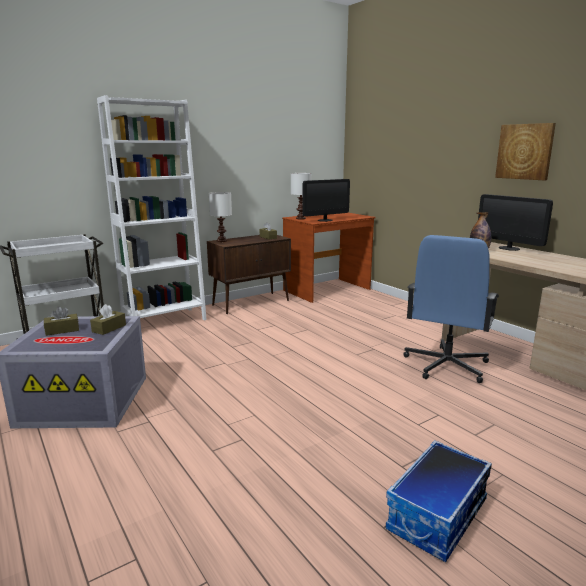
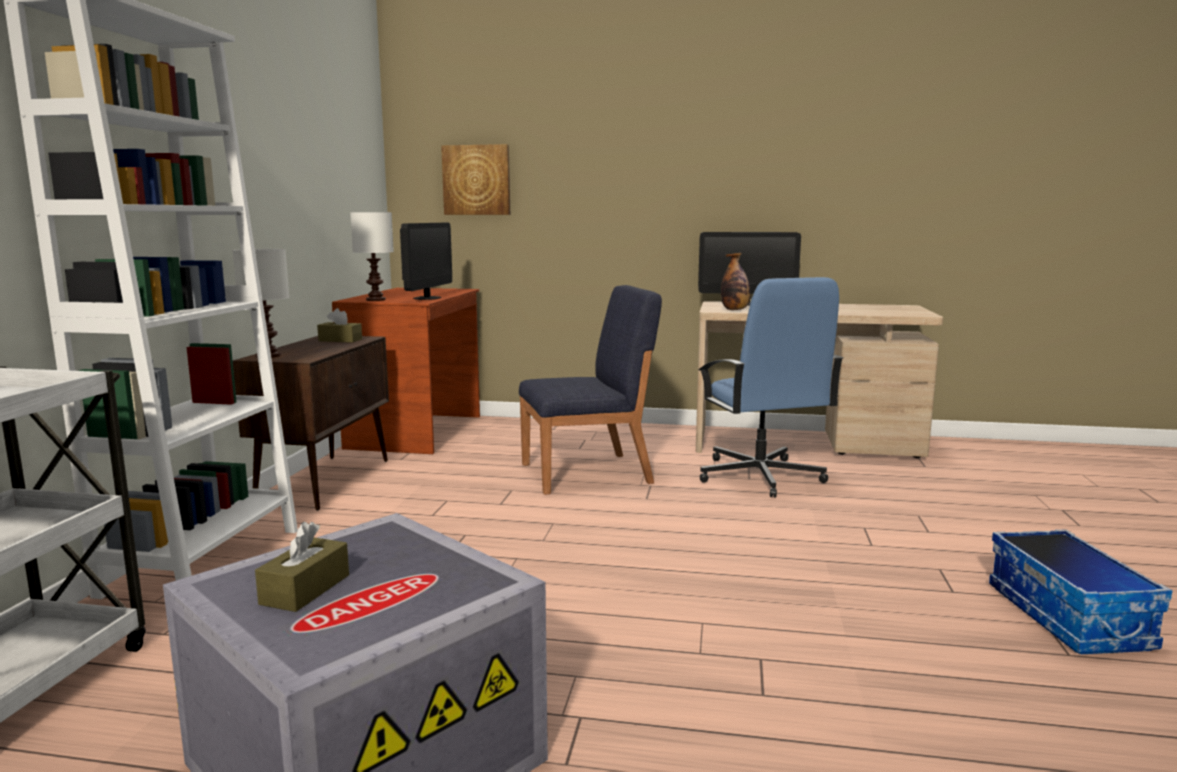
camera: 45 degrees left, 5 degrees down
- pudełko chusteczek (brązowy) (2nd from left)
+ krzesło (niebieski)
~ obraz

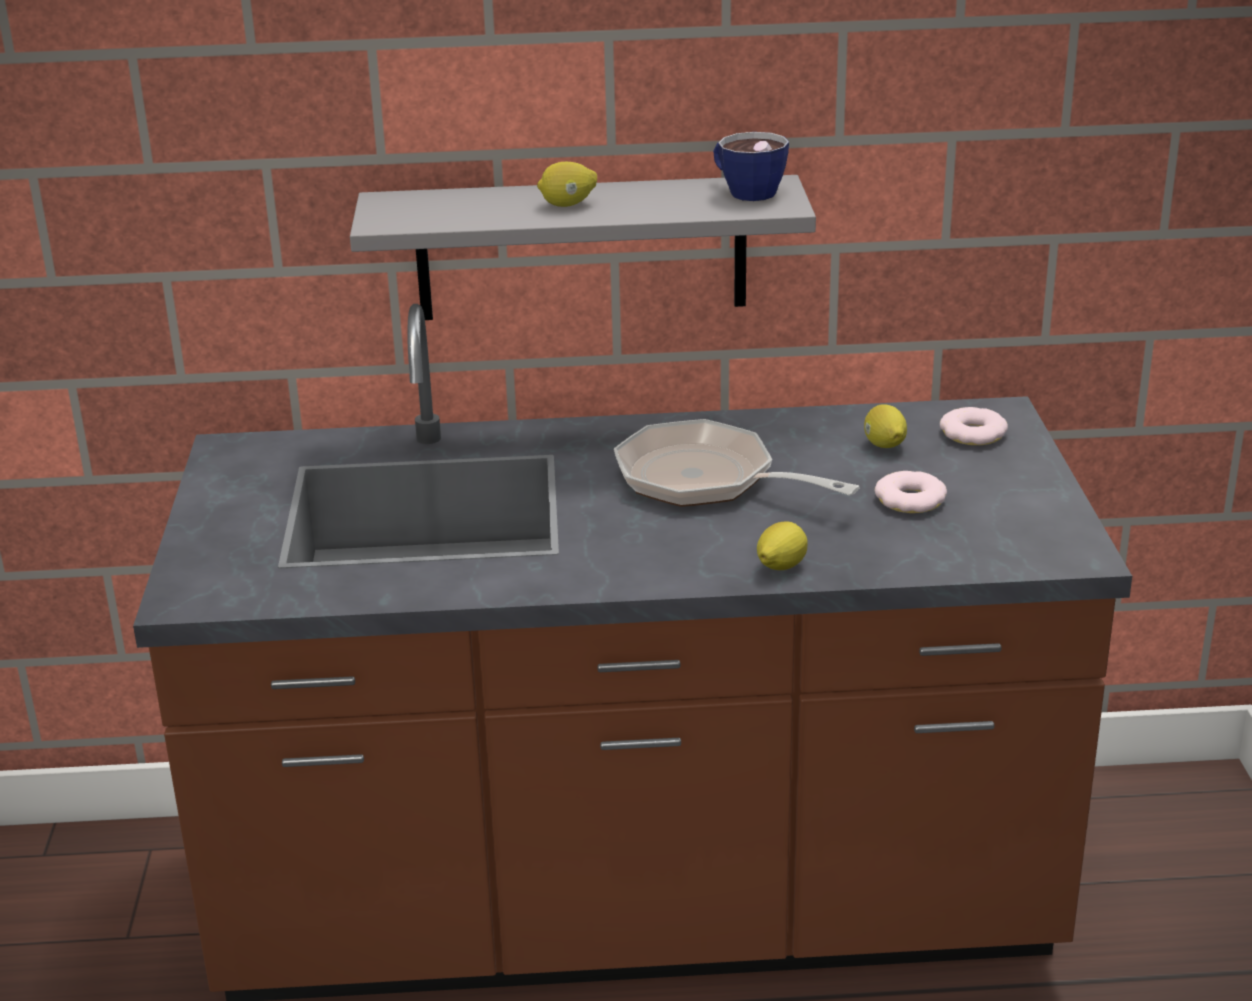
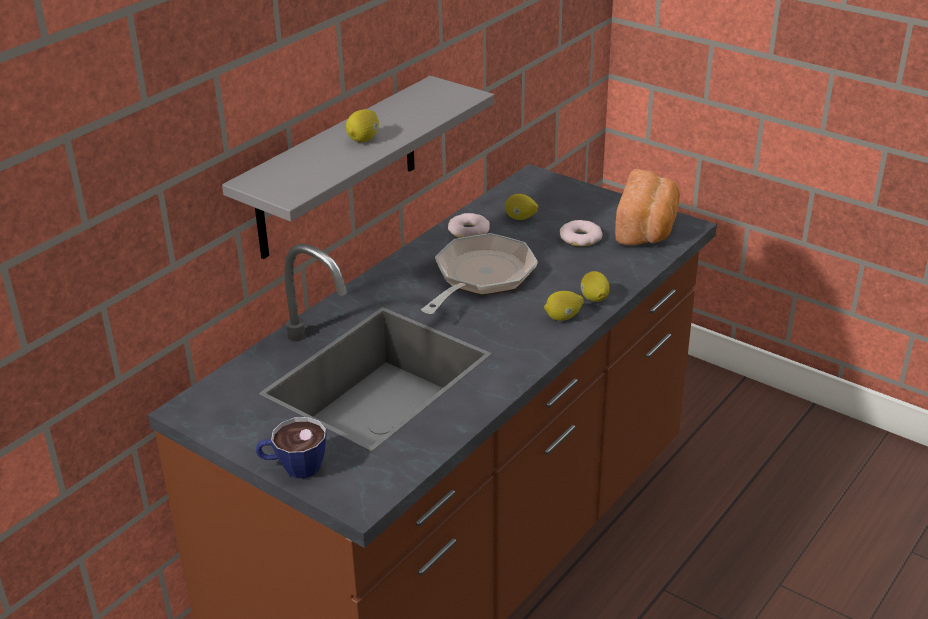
camera: 50 degrees left, 5 degrees up
+ cytryna (3rd from left)
+ chleb
~ filiżanka
~ donut (2nd from left in the first image) to donut (1st from left)
~ patelnia 135 degrees clockwise

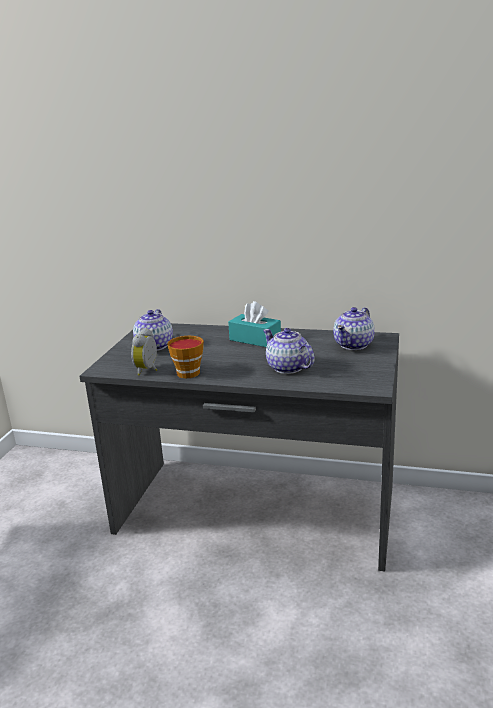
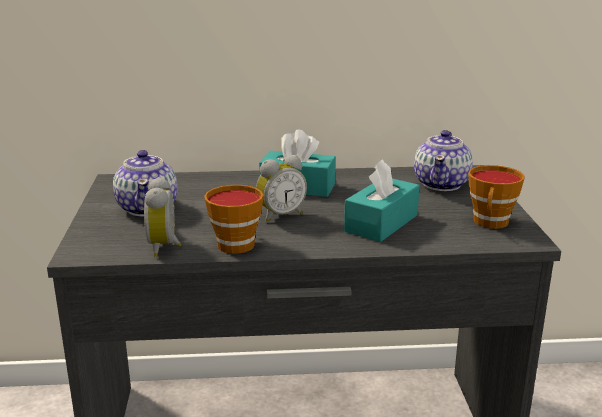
camera: 20 degrees left, 0 degrees up
+ budzik (2nd from left)
+ filiżanka (2nd from left)
~ imbryk (2nd from left) to pudełko chusteczek (turkusowy) (2nd from left)

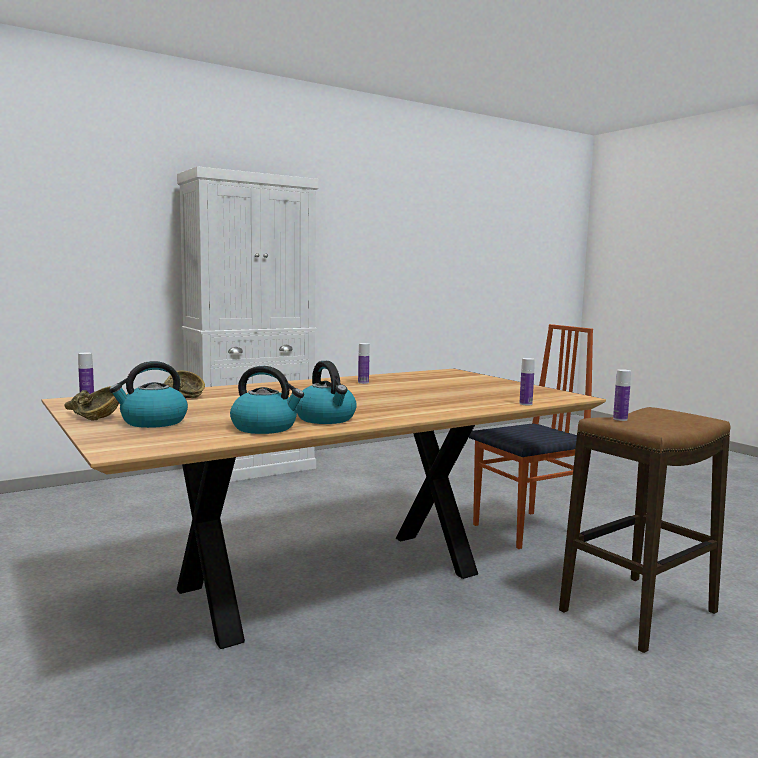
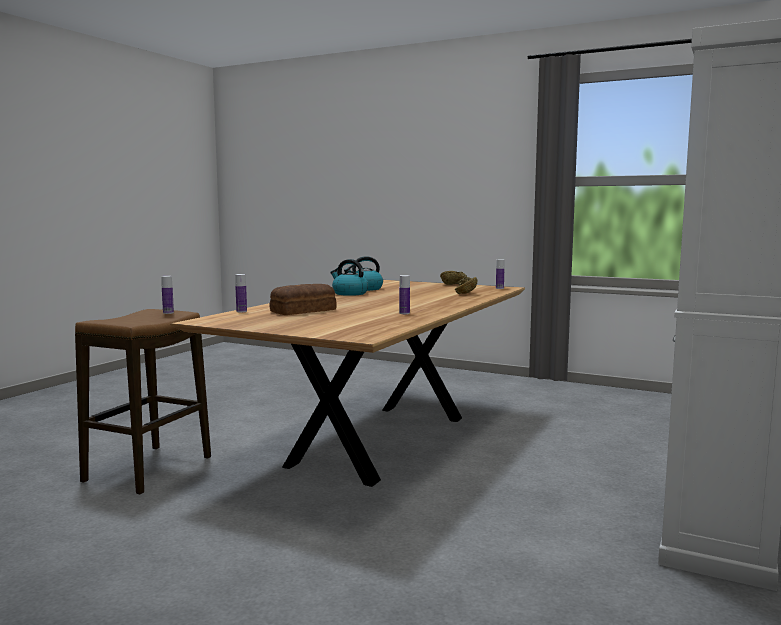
camera: 150 degrees right, 0 degrees up
- czajnik (1st from left)
- krzesło
+ chleb

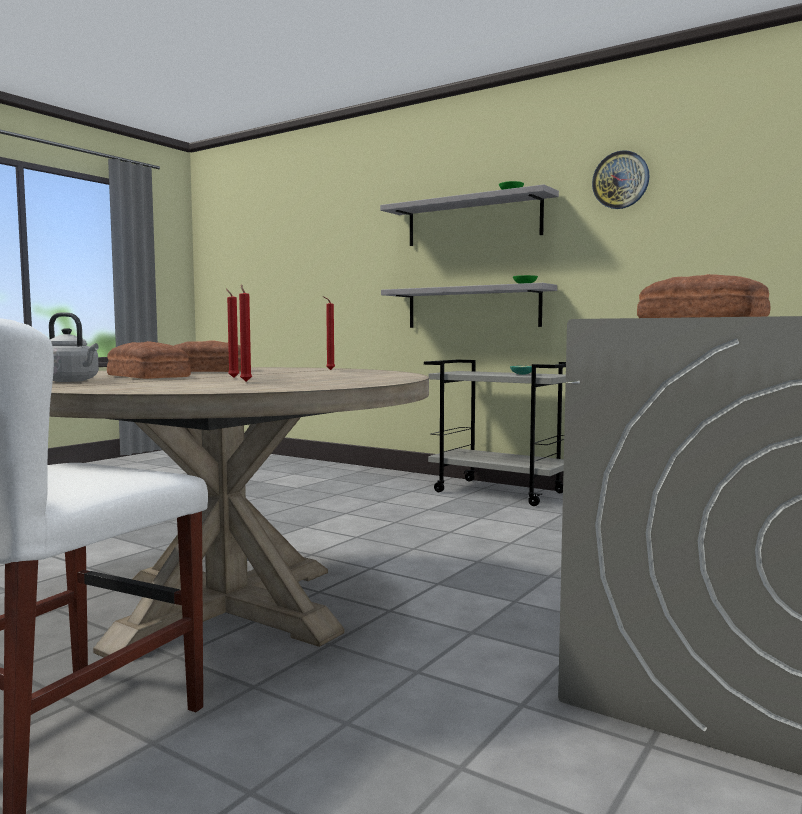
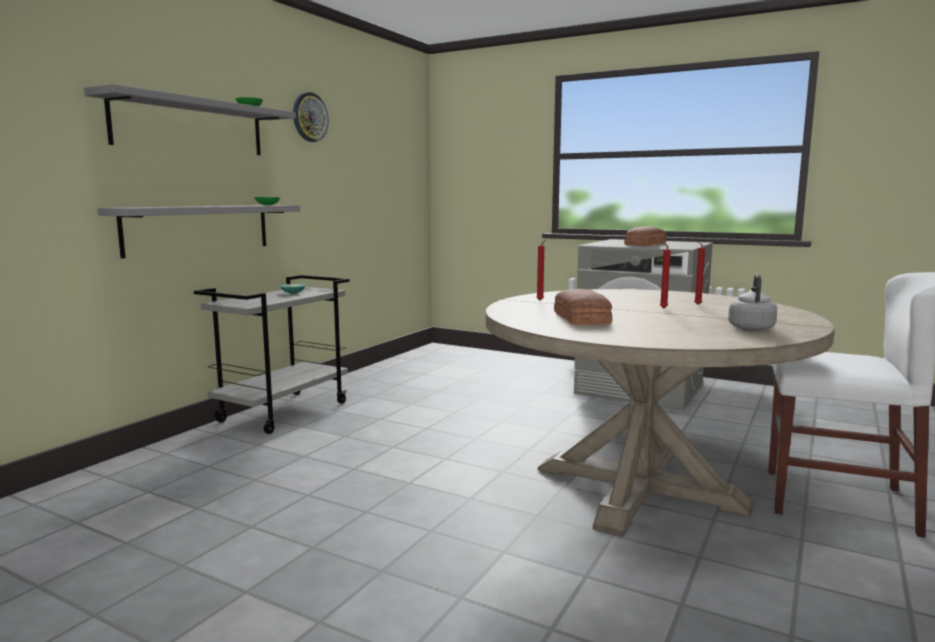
camera: 95 degrees left, 5 degrees up
- chleb (1st from left)

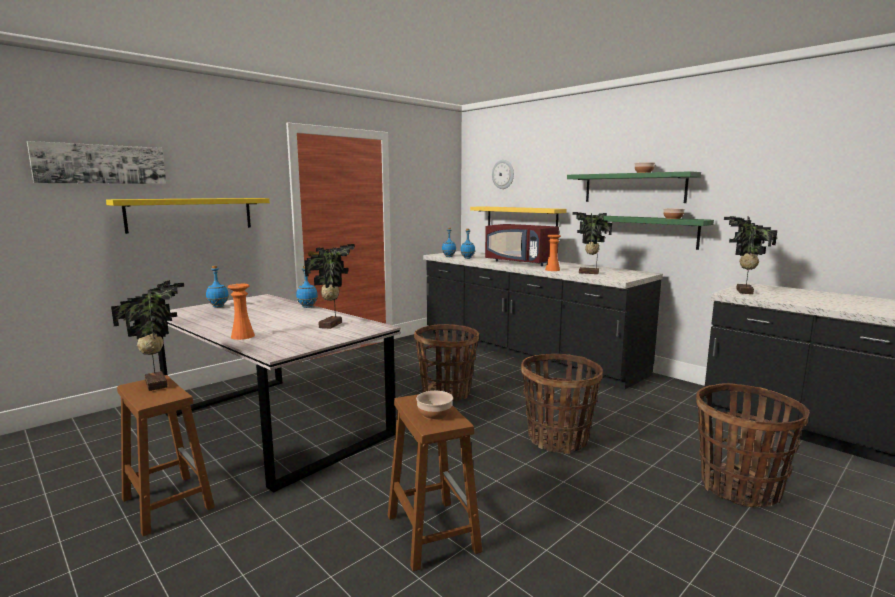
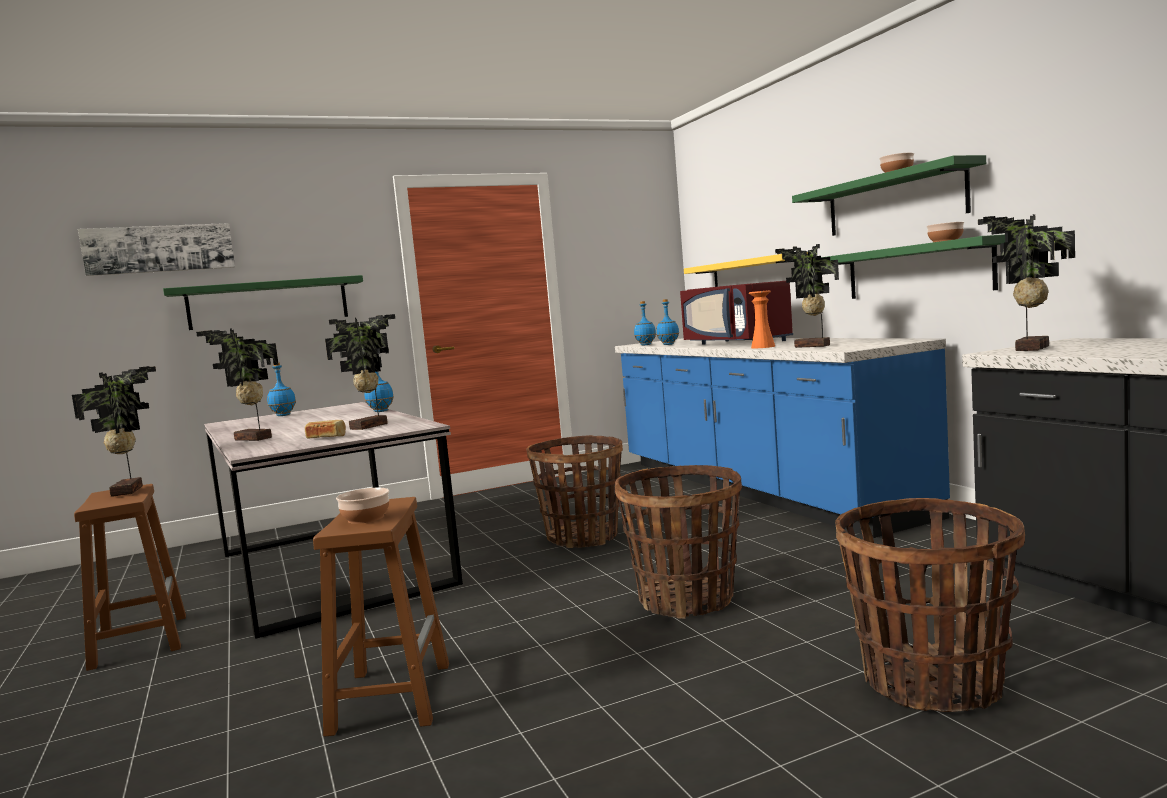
camera: 20 degrees right, 5 degrees down
- zegar ścienny
+ chleb
~ wazon (pomarańczowy) (1st from left) to roślina doniczkowa (2nd from left)
~ półka (żółty) (1st from left) to półka (zielony) (1st from left)
~ zabudowa kuchenna (czarny) (1st from left) to zabudowa kuchenna (niebieski)

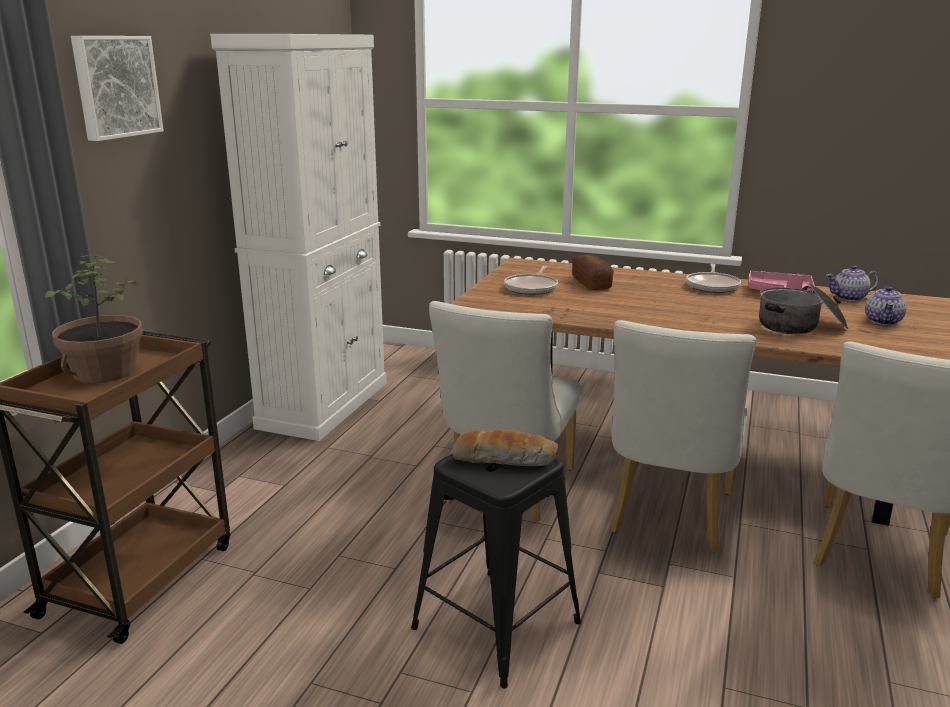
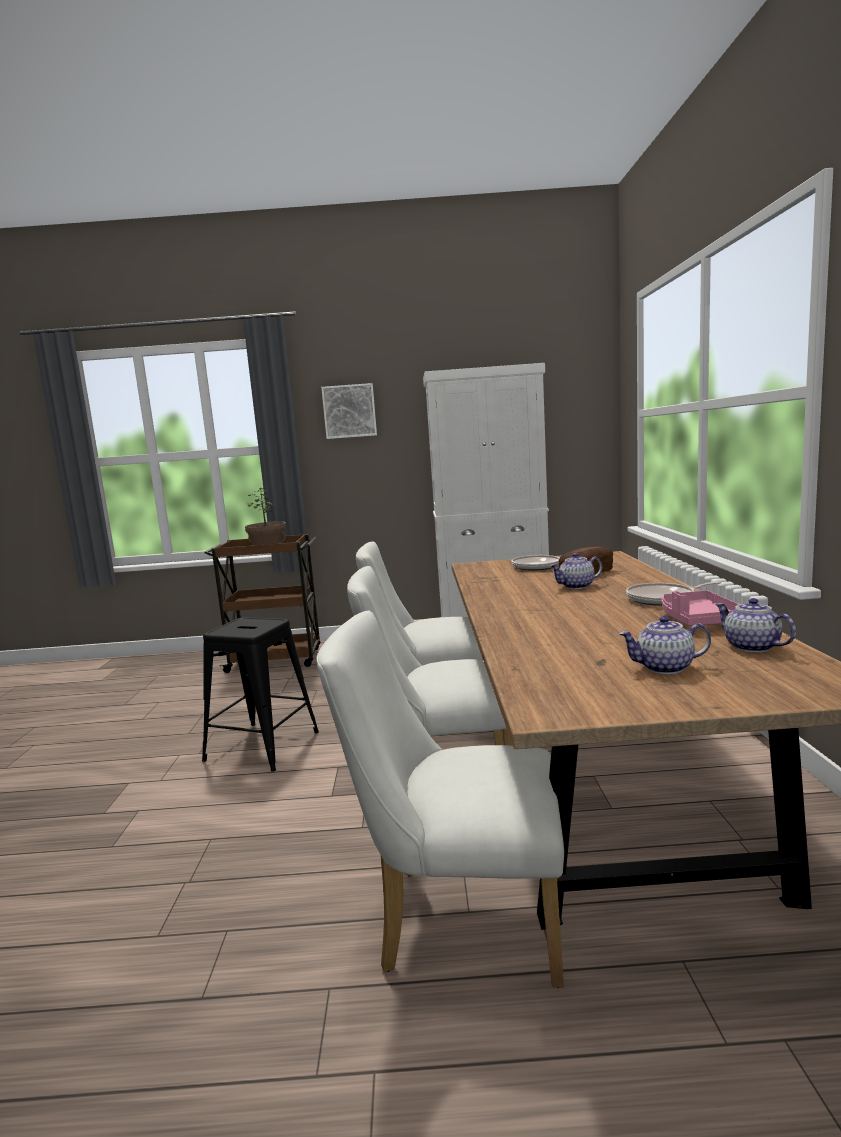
camera: 70 degrees right, 10 degrees down
- chleb (1st from left)
- garnek
+ imbryk (1st from left)

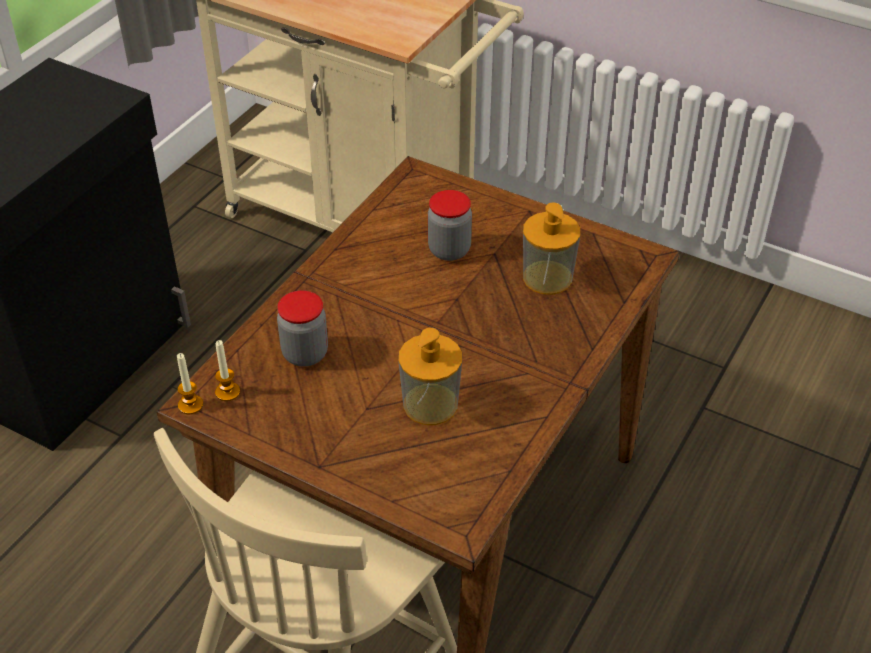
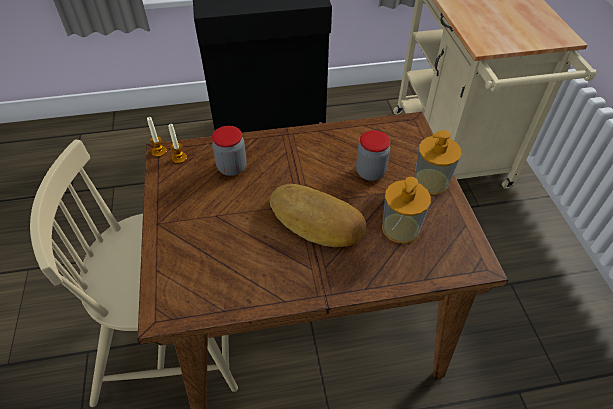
camera: 50 degrees right, 5 degrees up
+ chleb
~ dozownik mydła (1st from left in the first image) to dozownik mydła (2nd from left)

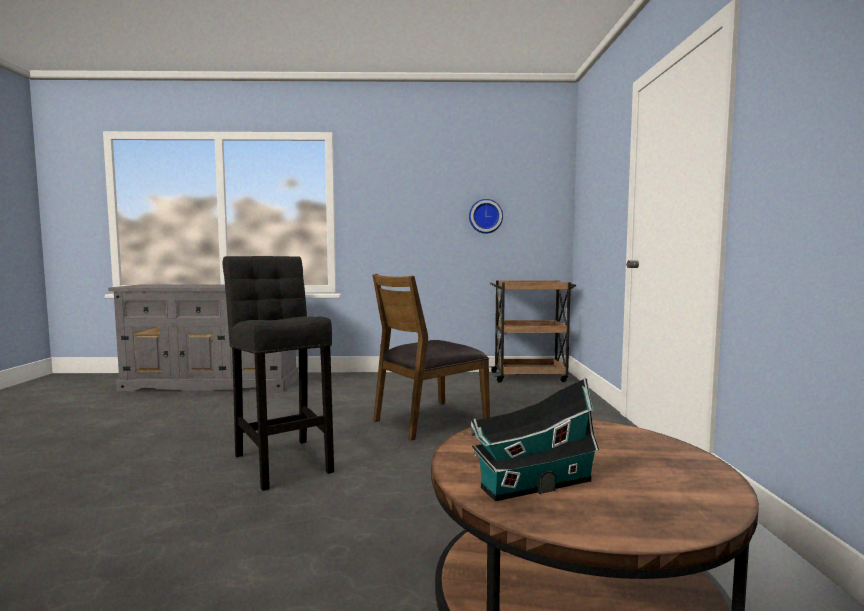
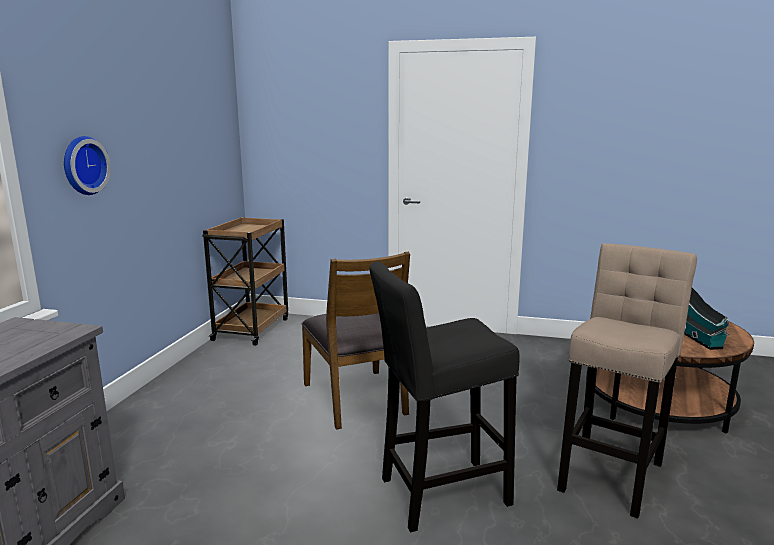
camera: 75 degrees left, 10 degrees up
+ stołek (beżowy)
~ zegar ścienny

